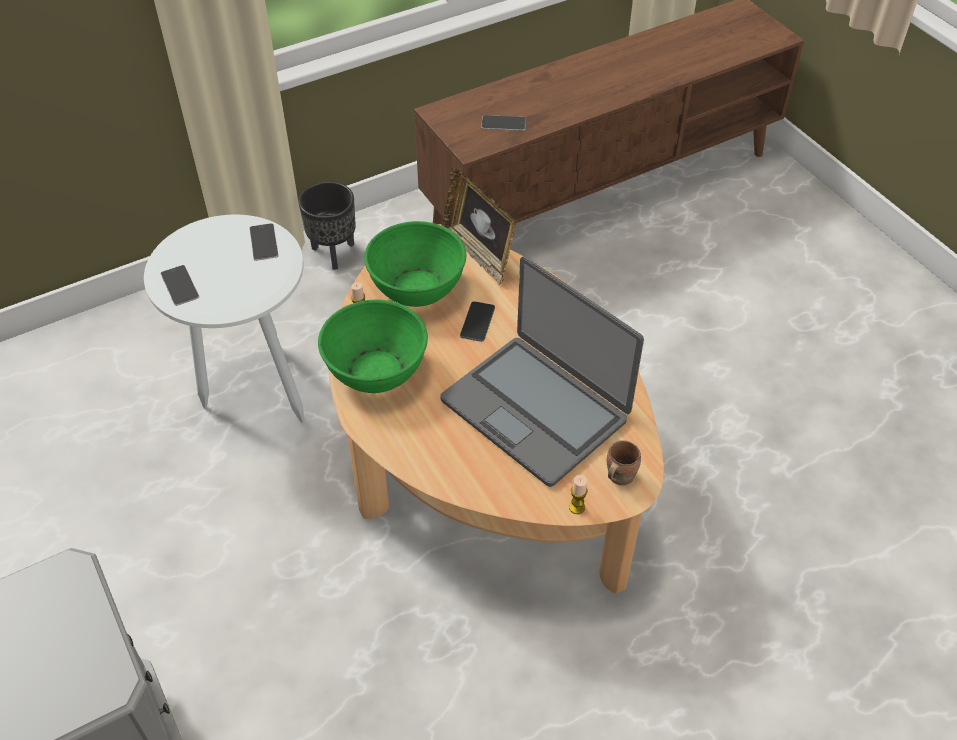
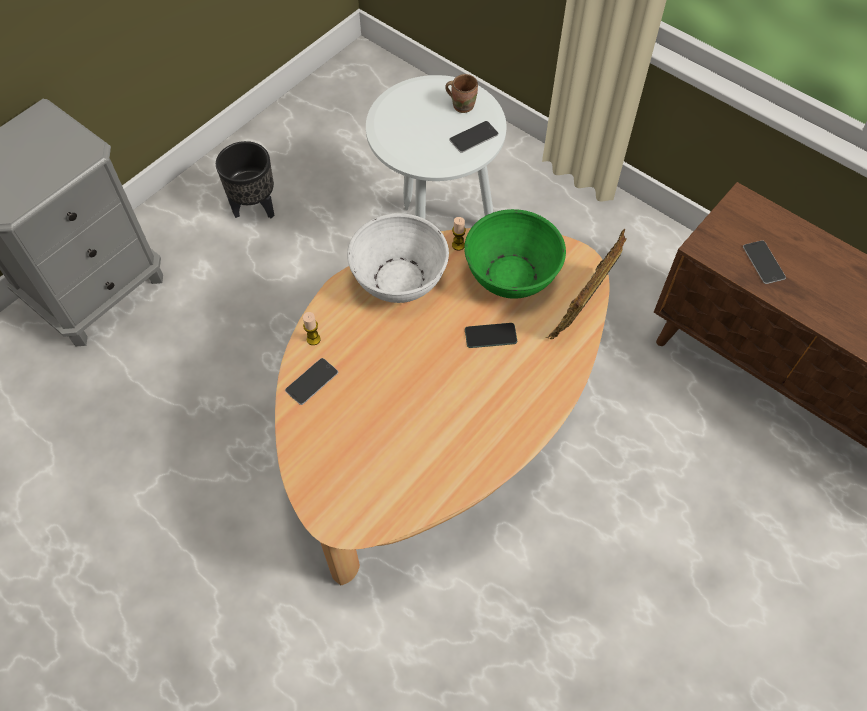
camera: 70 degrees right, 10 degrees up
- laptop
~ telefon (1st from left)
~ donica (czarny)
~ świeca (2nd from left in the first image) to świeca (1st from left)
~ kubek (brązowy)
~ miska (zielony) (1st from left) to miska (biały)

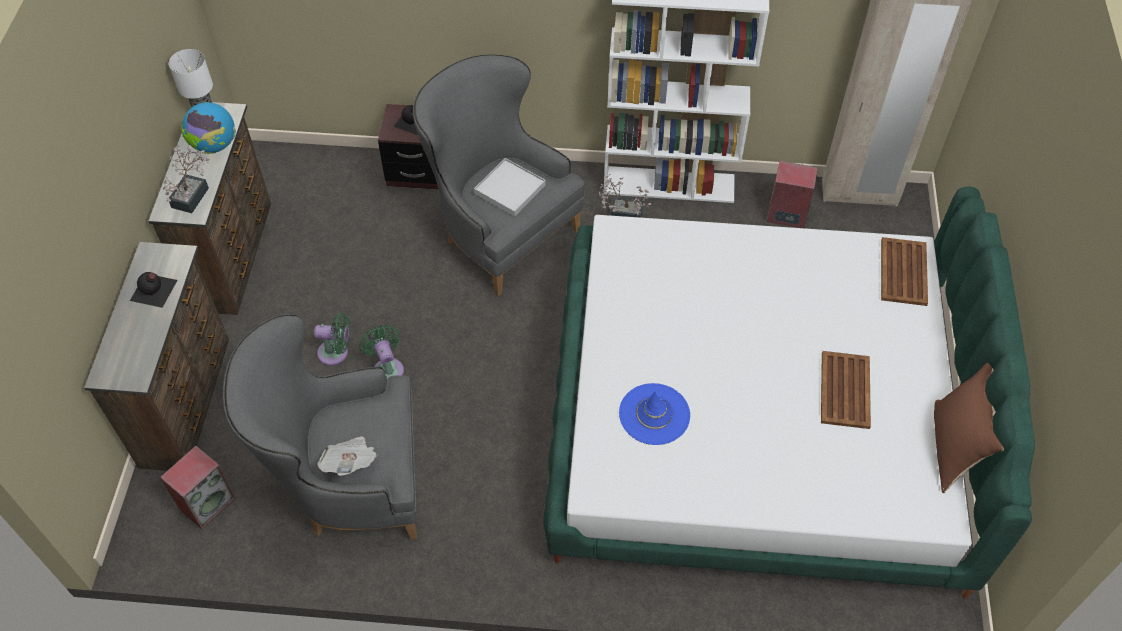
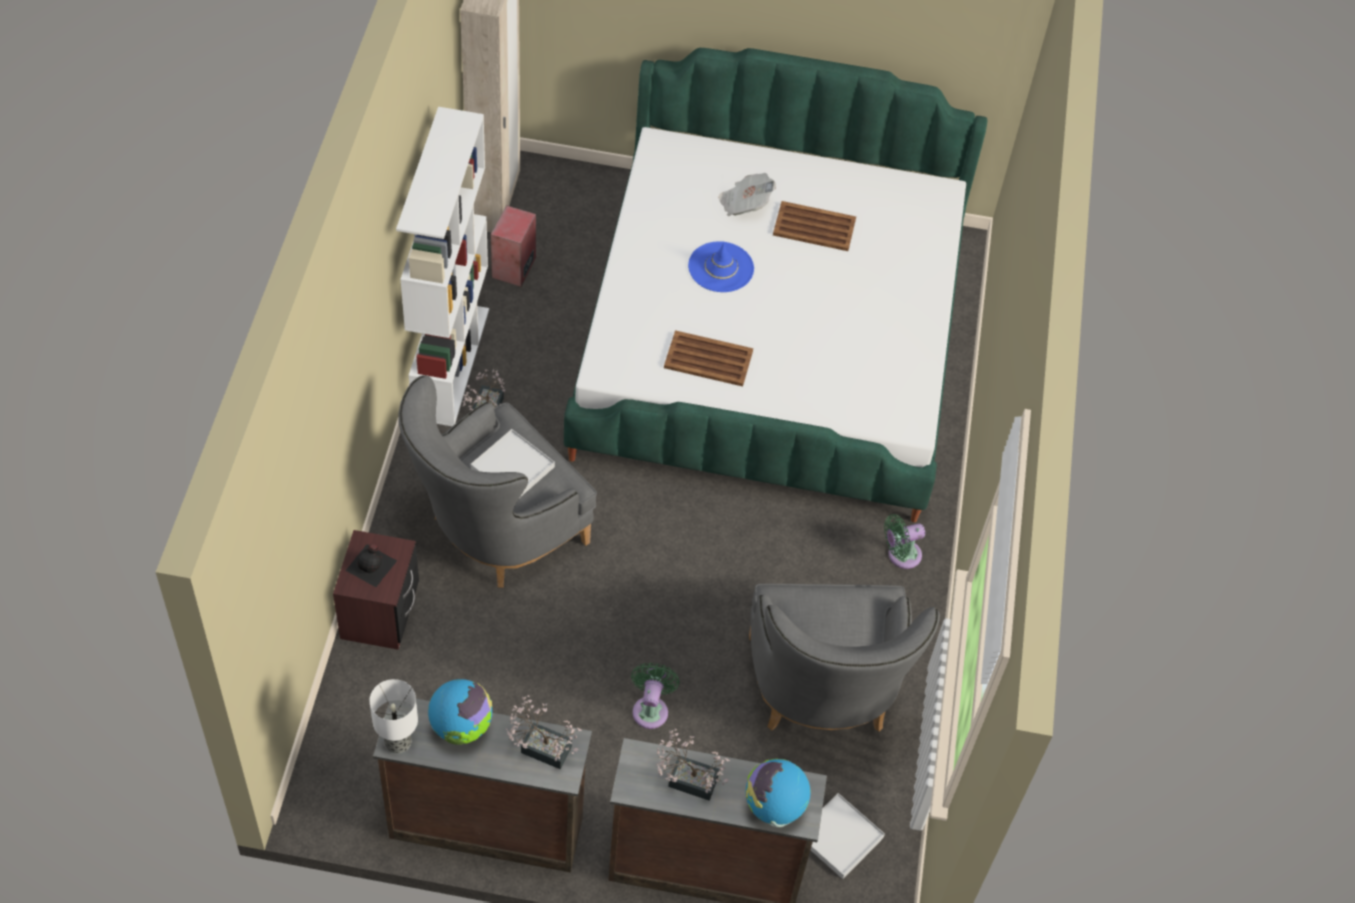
camera: 90 degrees left, 0 degrees up
- poduszka (brązowy)
+ globus (2nd from left)
~ gazeta
~ wentylator (zielony) (2nd from left)
~ kapelusz (niebieski)
~ taca (brązowy) (2nd from left in the first image) to taca (brązowy) (1st from left)
~ butelka (czarny) (1st from left) to roślina doniczkowa (3rd from left)
~ głośnik (1st from left) to taca (biały) (2nd from left)

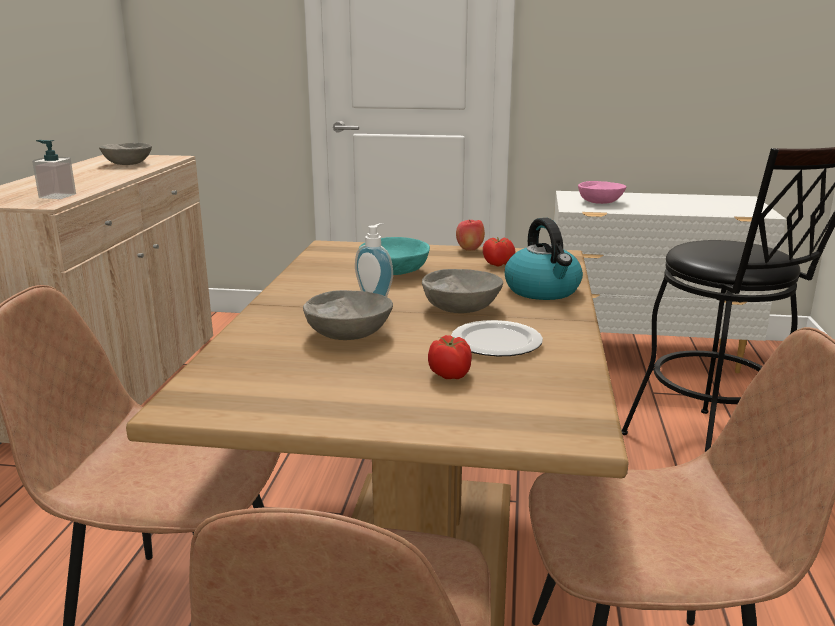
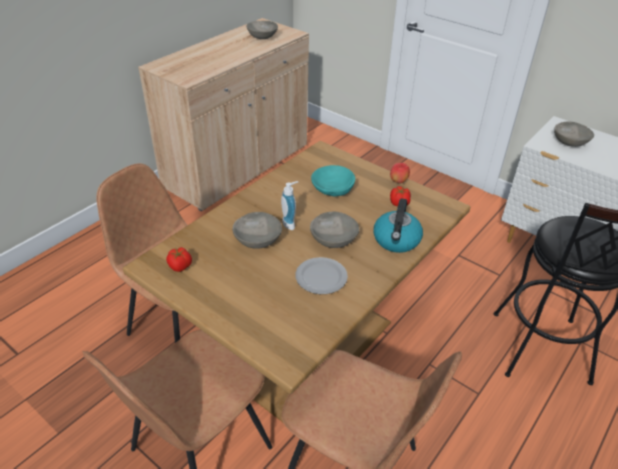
camera: 30 degrees right, 20 degrees up
- dozownik mydła (1st from left)
~ pomidor (1st from left)
~ miska (różowy) to miska (szary) (4th from left)

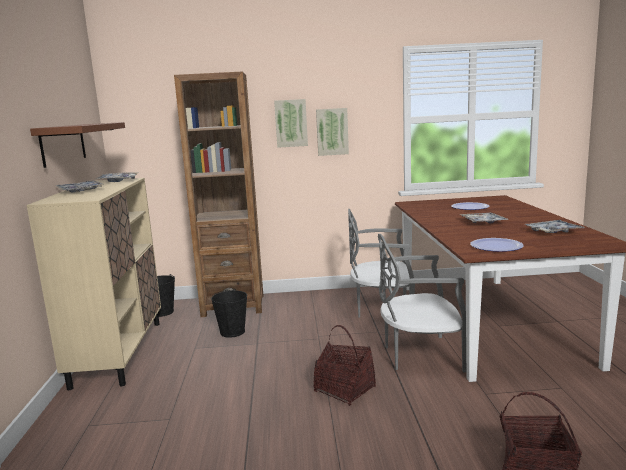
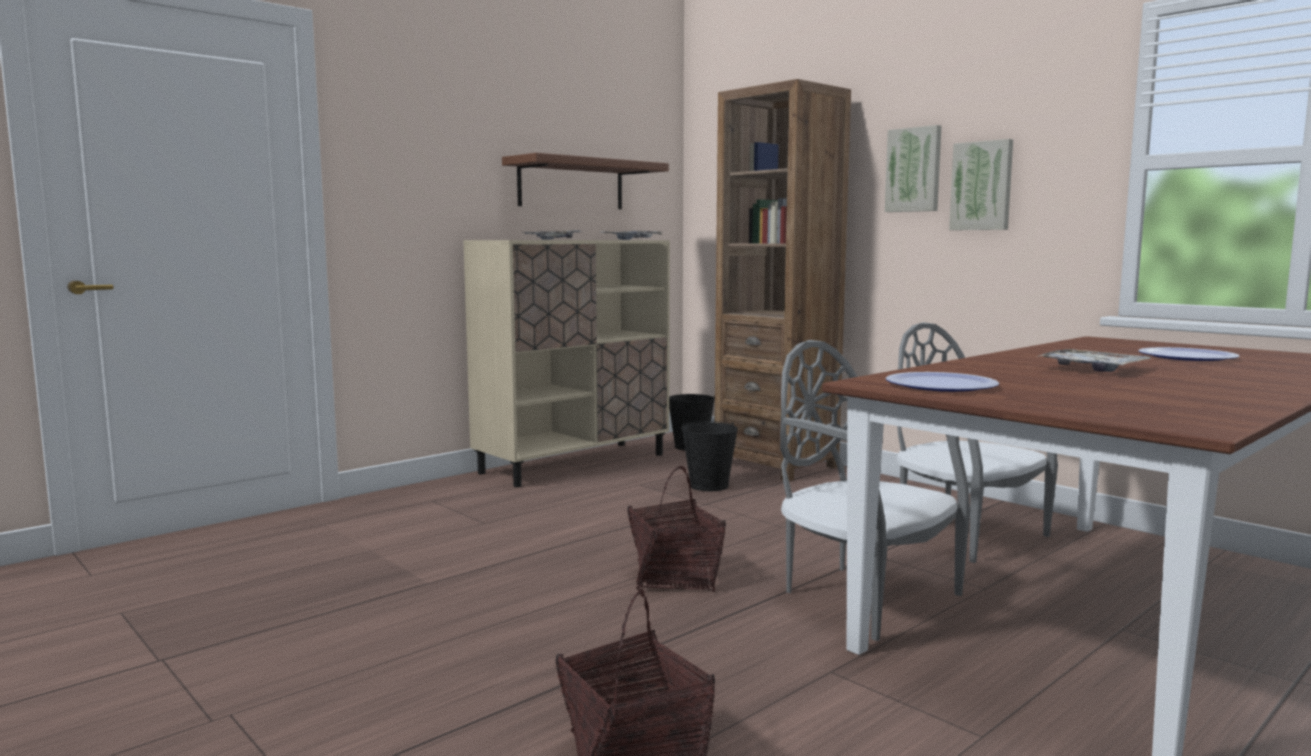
camera: 50 degrees right, 5 degrees down
- taca (4th from left)

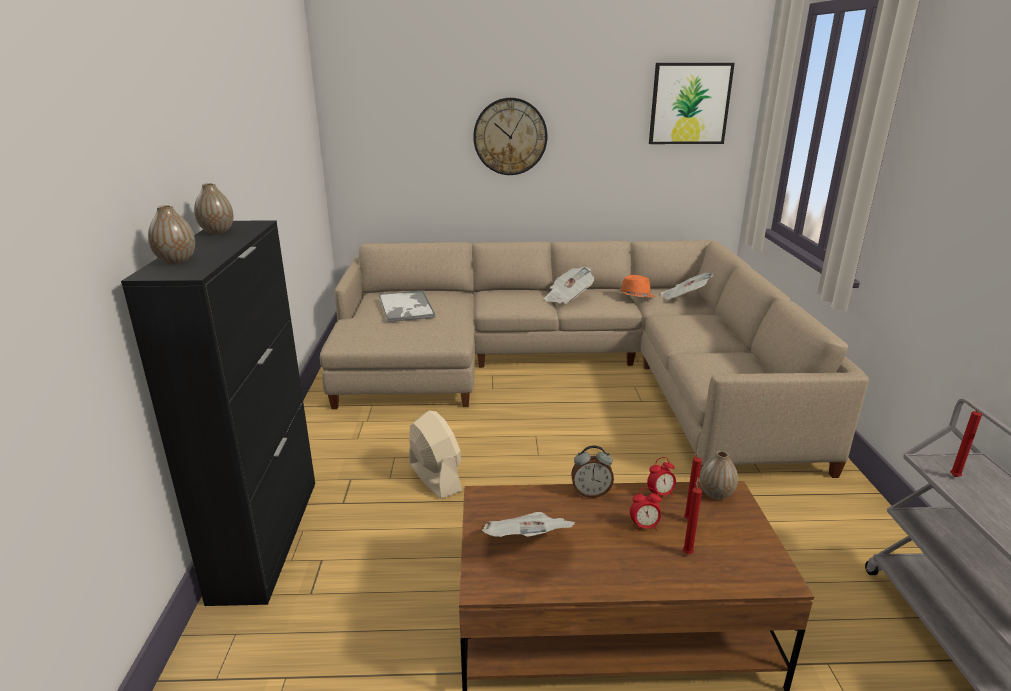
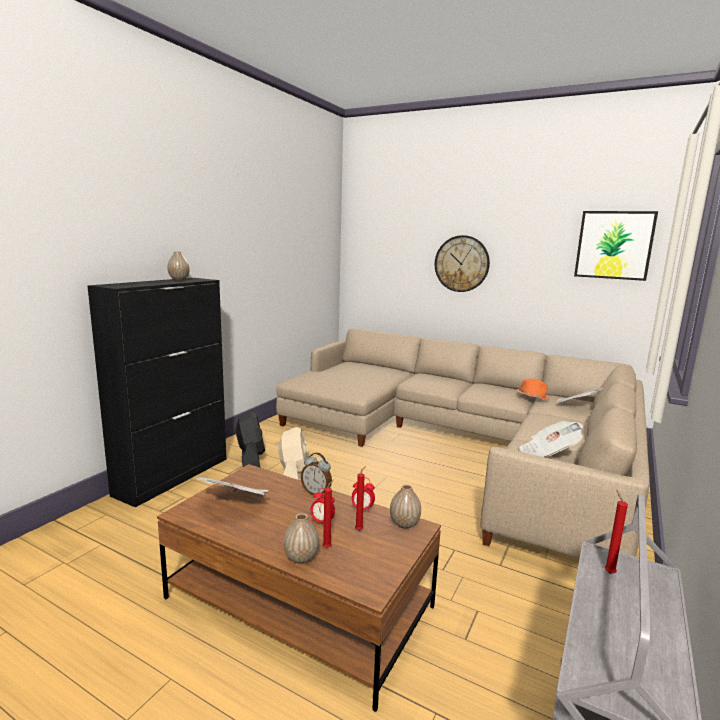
camera: 30 degrees right, 10 degrees down
- taca
+ wentylator (czarny)
~ wazon (1st from left in the first image) to wazon (2nd from left)
~ gazeta (2nd from left)

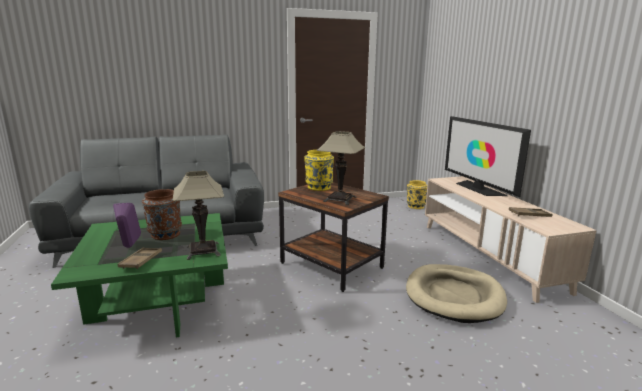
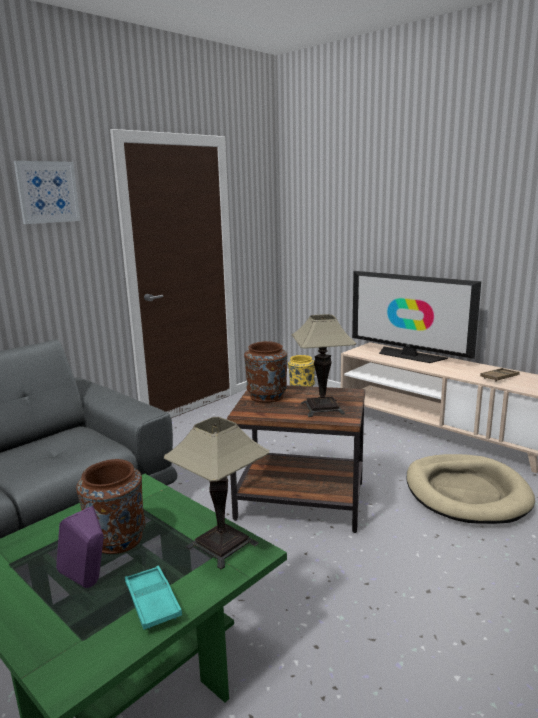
camera: 30 degrees left, 0 degrees up
+ obraz
~ taca (brązowy) (1st from left) to taca (turkusowy)
~ wazon (żółty) (1st from left) to wazon (brązowy) (2nd from left)

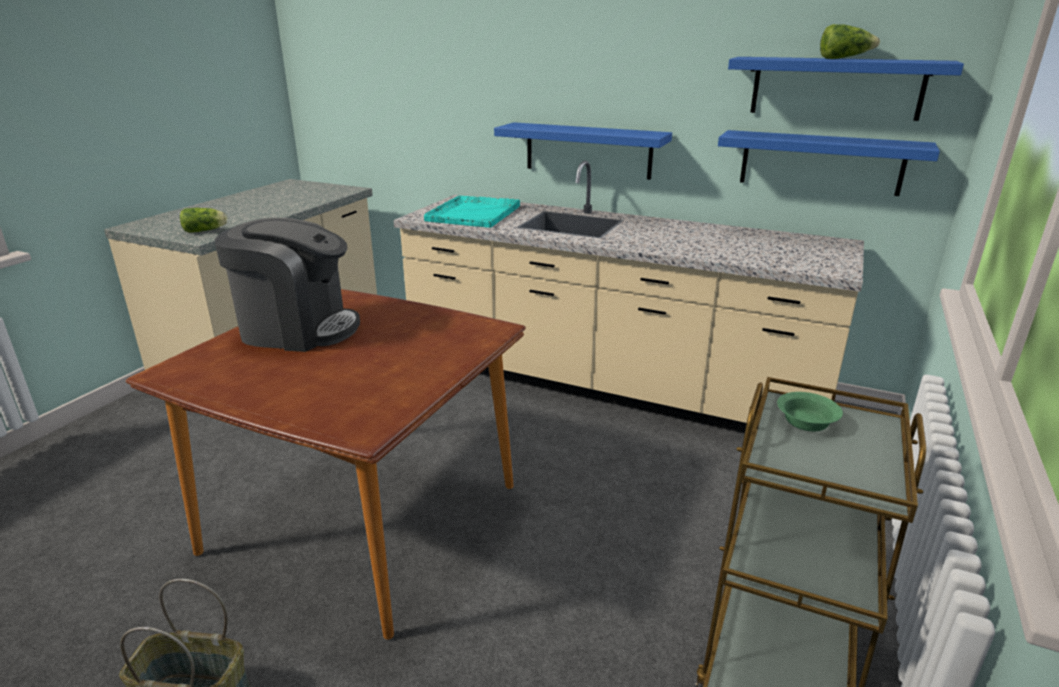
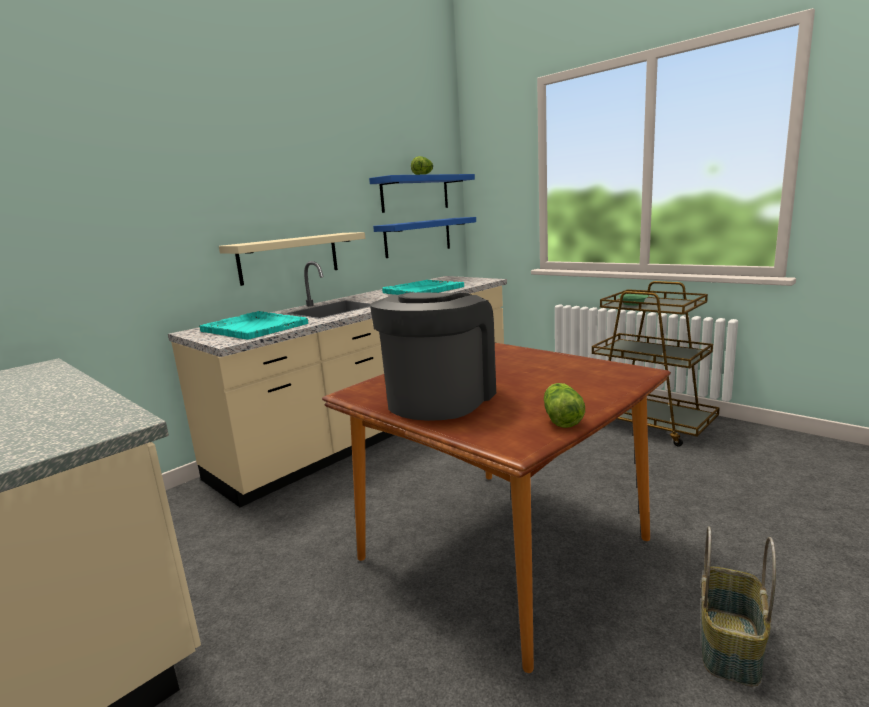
camera: 70 degrees left, 10 degrees down
+ taca (turkusowy) (2nd from left)
~ sałata (1st from left in the first image) to sałata (2nd from left)
~ półka (niebieski) (1st from left) to półka (beżowy)

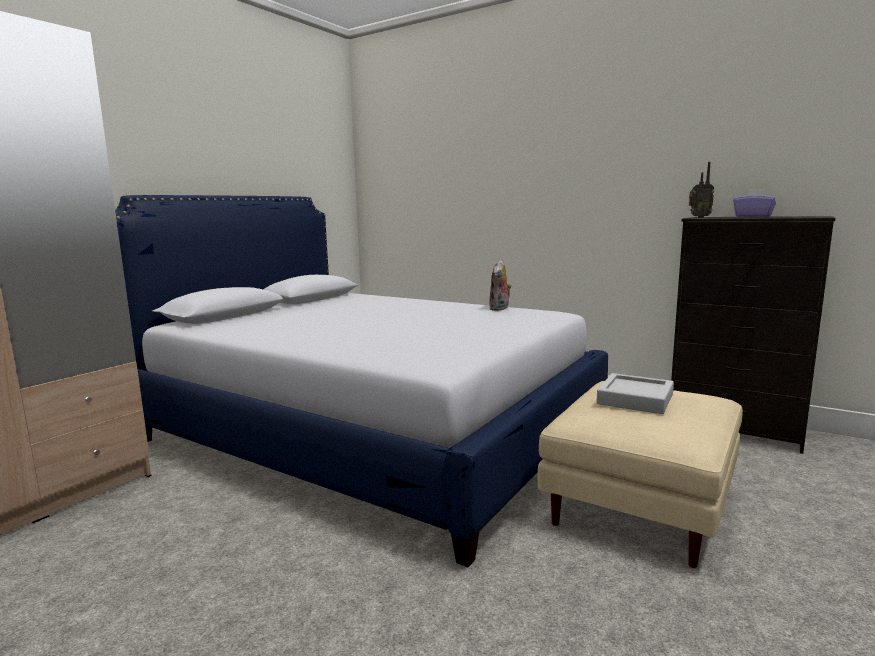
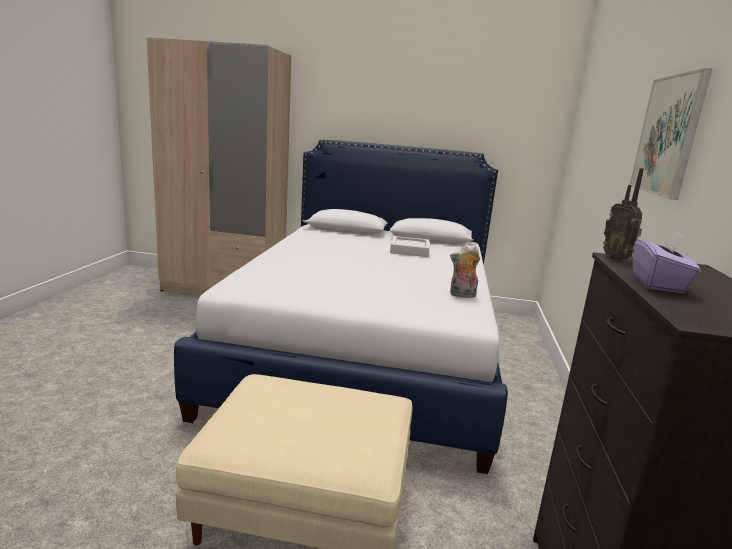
camera: 65 degrees right, 5 degrees up
+ obraz
~ taca (szary)

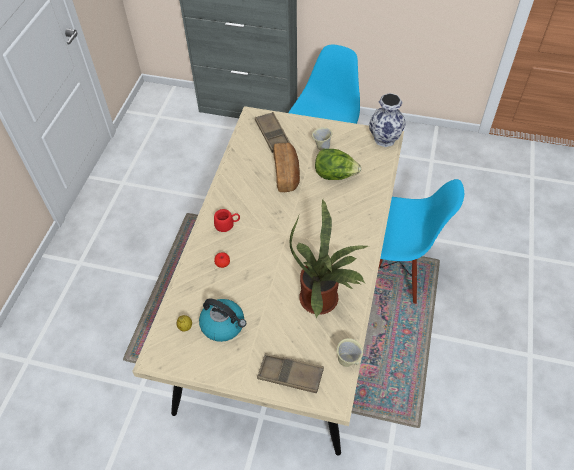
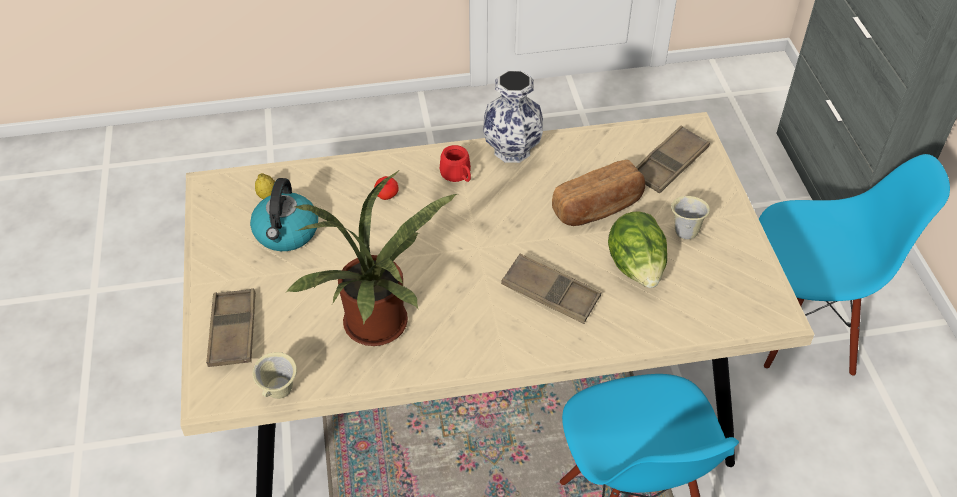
camera: 65 degrees right, 5 degrees down
+ taca (brązowy) (2nd from left)
~ wazon

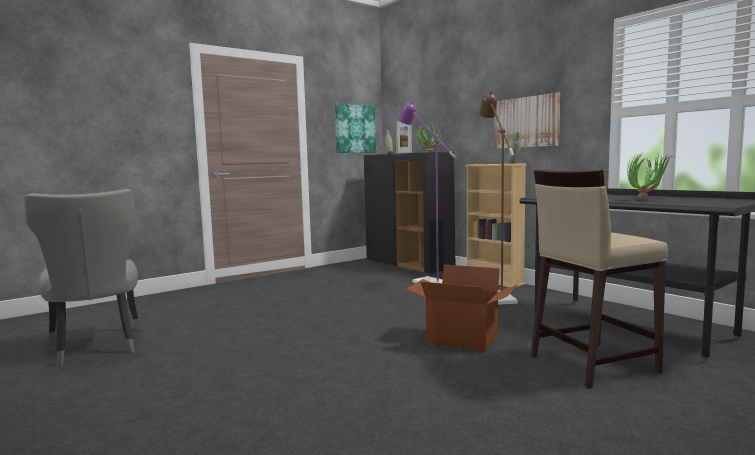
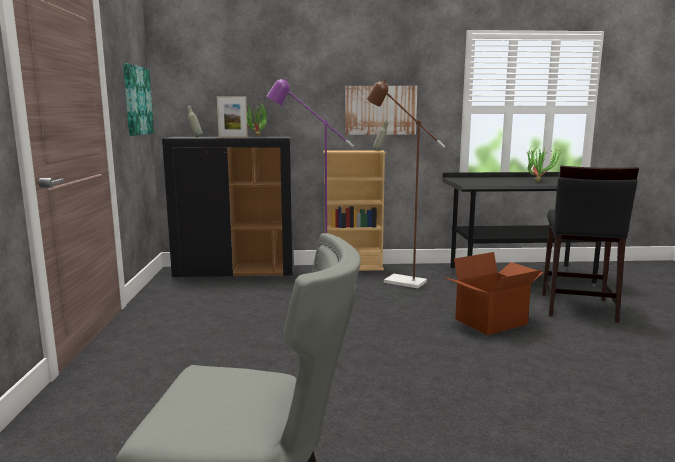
camera: 55 degrees left, 5 degrees up
~ stołek (beżowy) to stołek (czarny)

